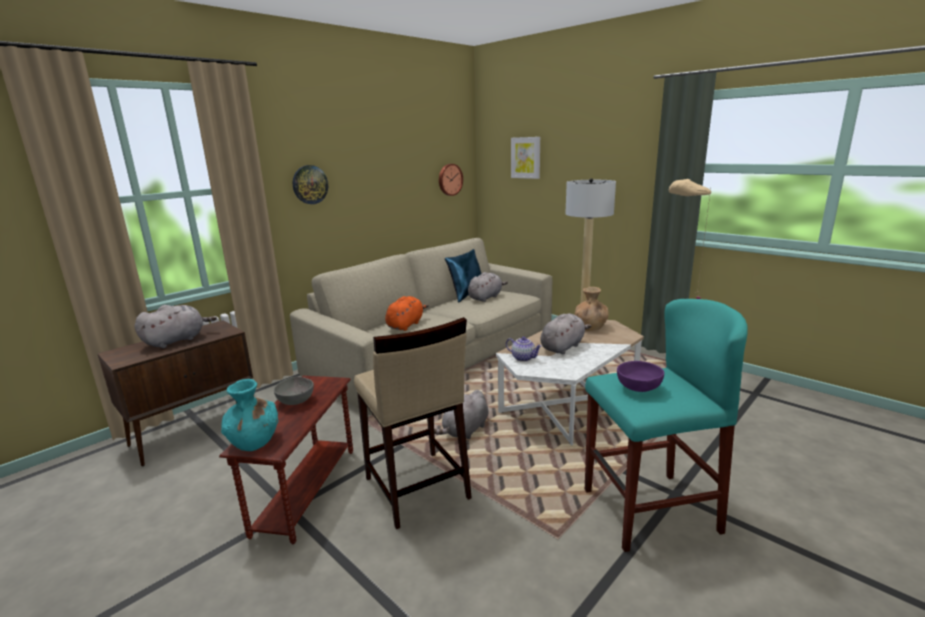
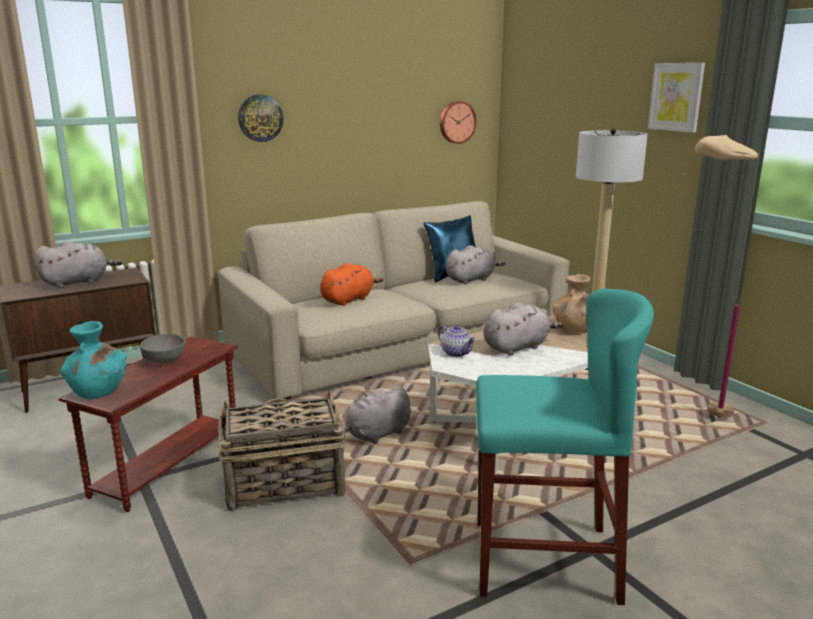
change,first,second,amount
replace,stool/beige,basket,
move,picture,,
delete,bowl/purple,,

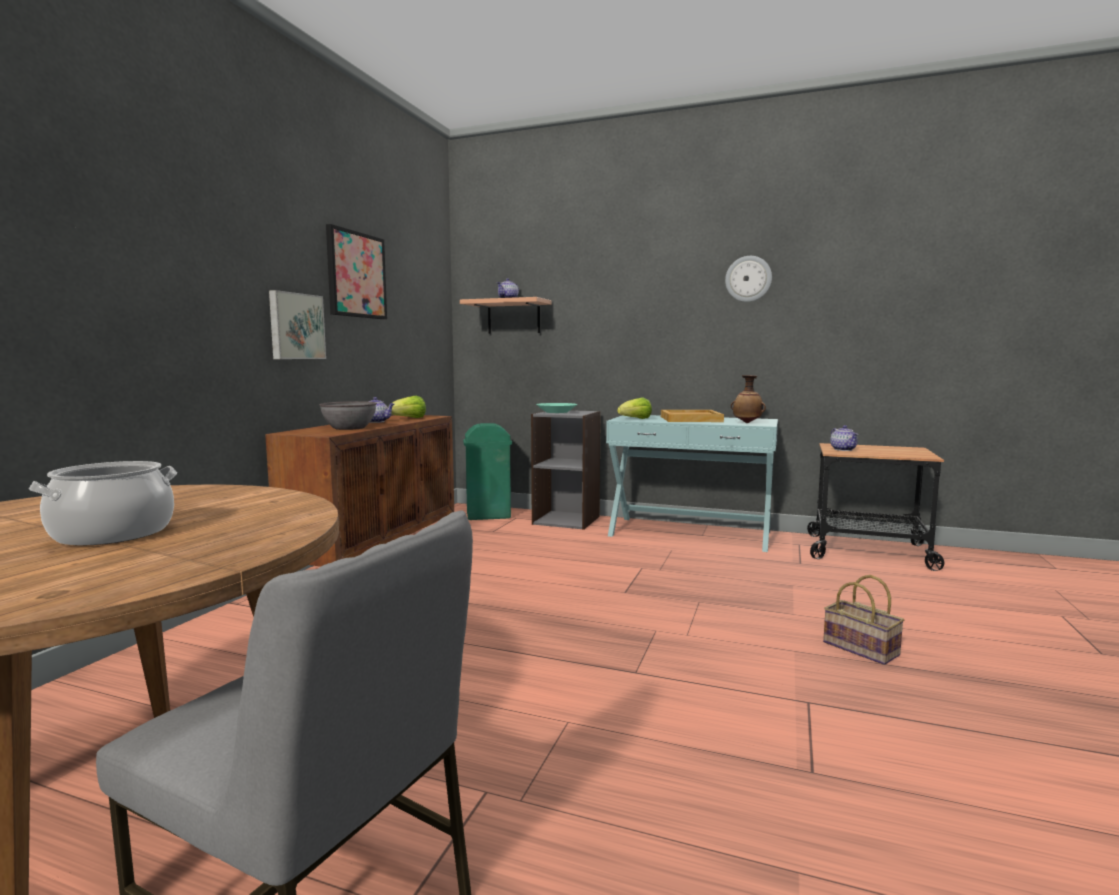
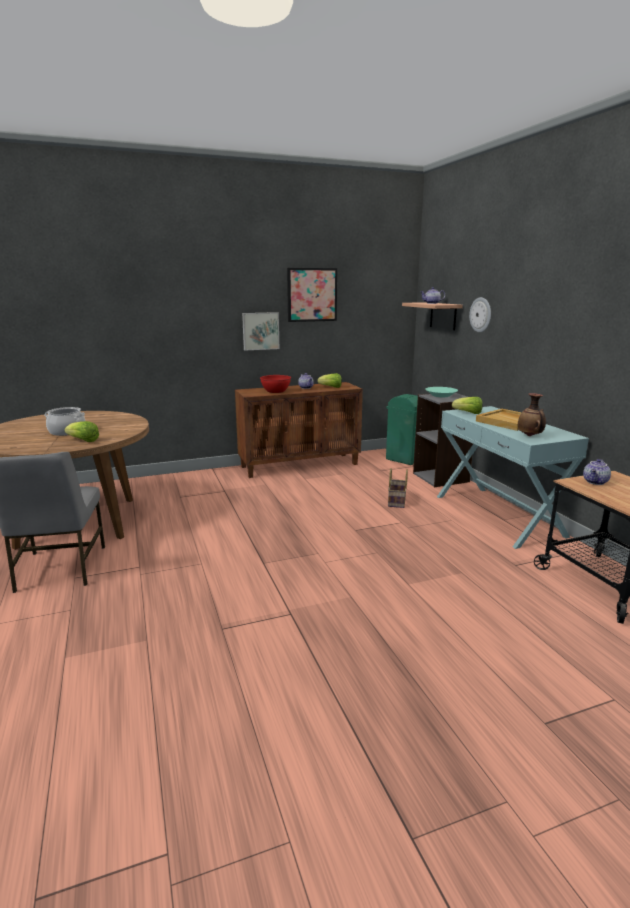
change,first,second,amount
insert,,lettuce (1st from left),
recolor,bowl/grey,bowl/red,
move,basket,,
move,wall clock,,

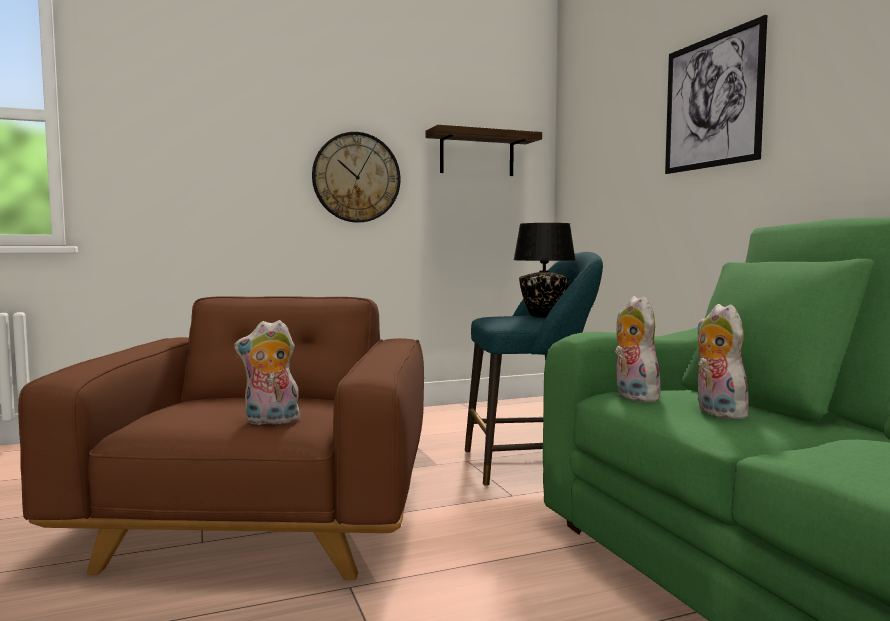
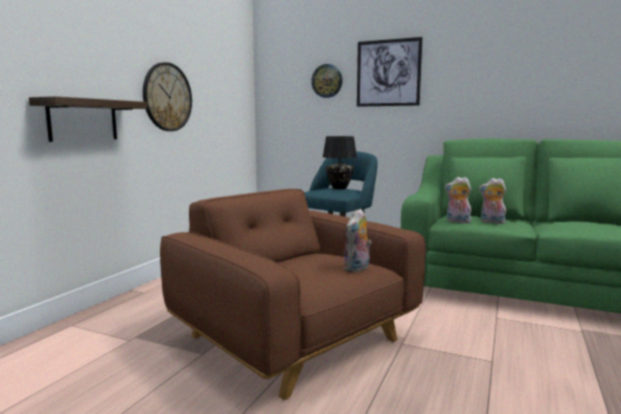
change,first,second,amount
move,shelf,,
insert,,wall clock (2nd from left),

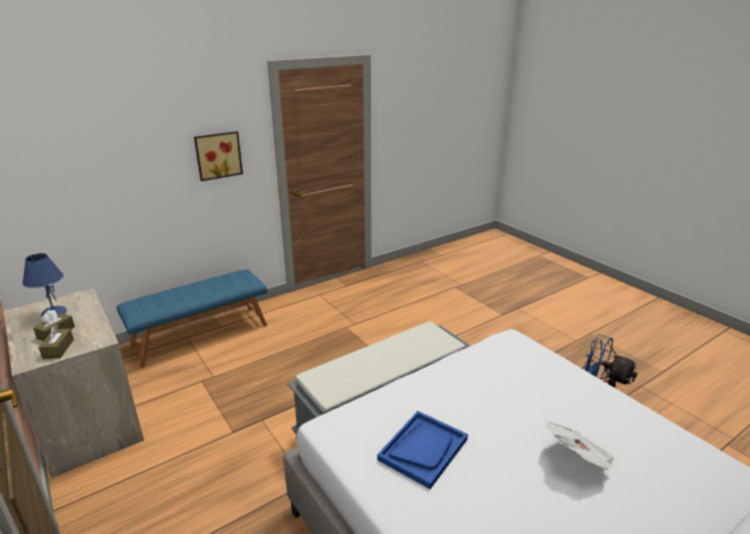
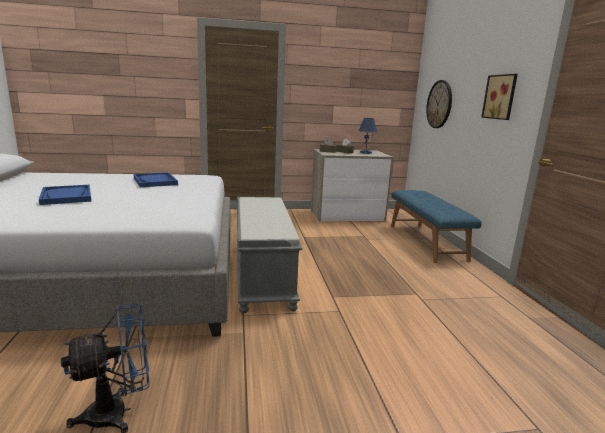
change,first,second,amount
replace,newspaper,tray/blue (1st from left),
insert,,wall clock,

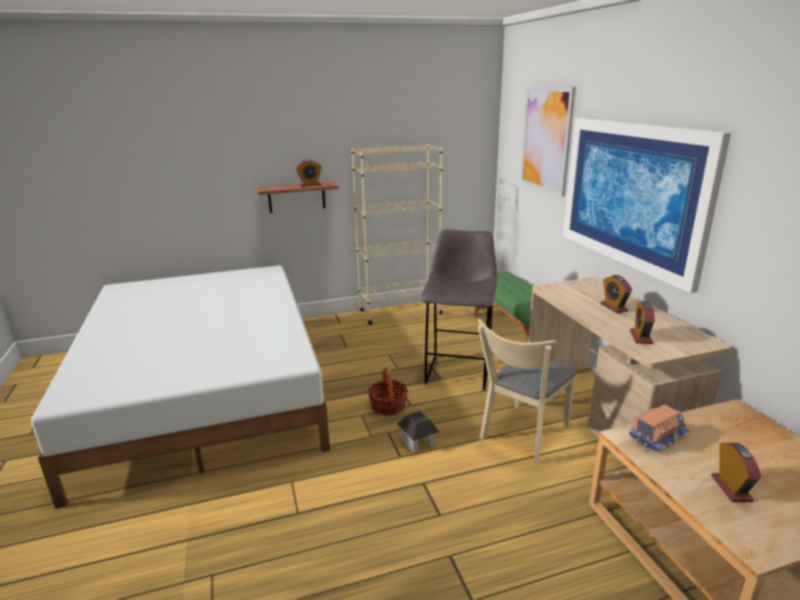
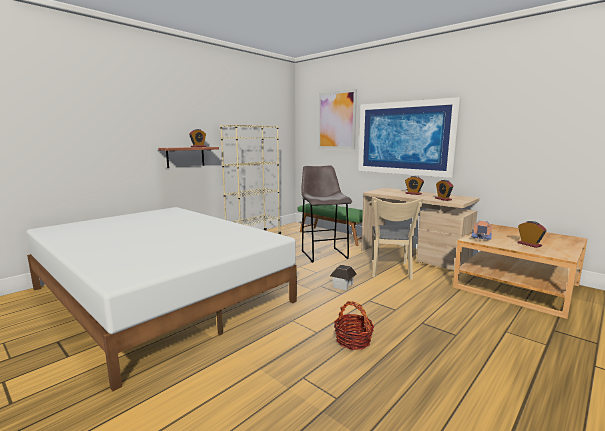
change,first,second,amount
move,basket,,

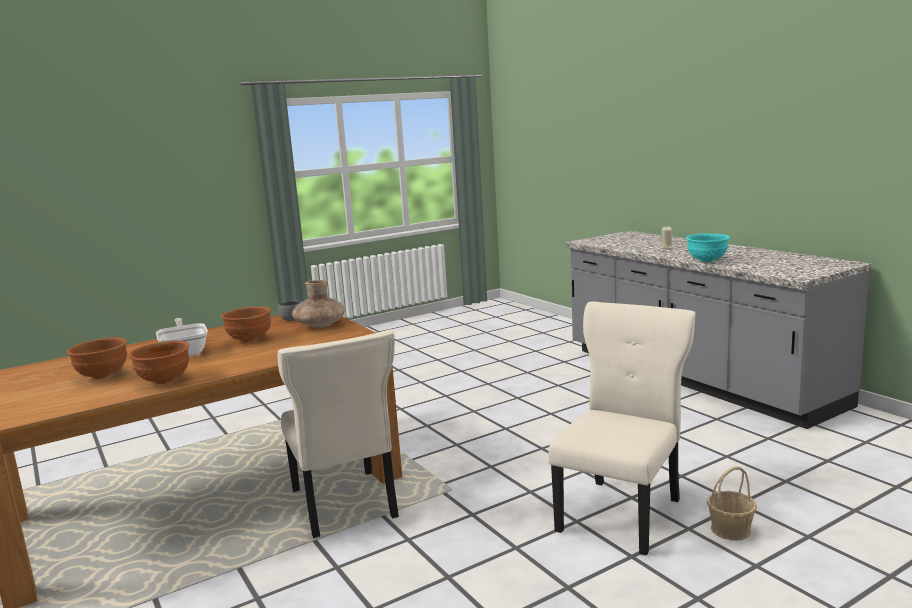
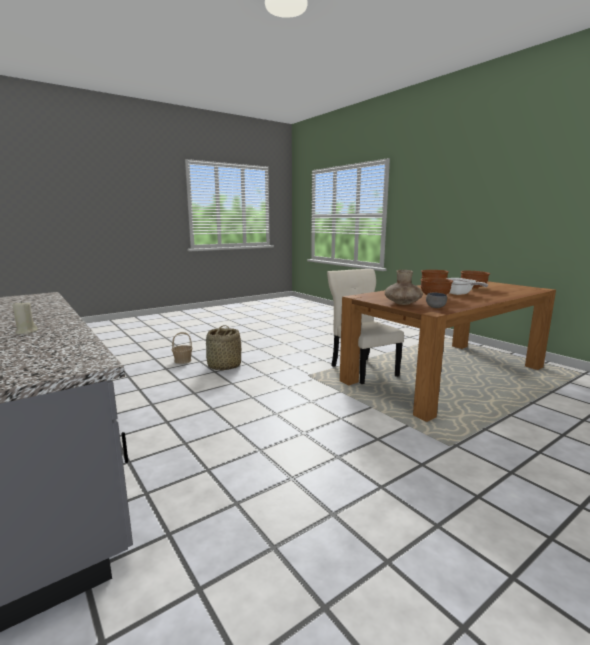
change,first,second,amount
replace,chair/beige (2nd from left),basket (2nd from left),
delete,bowl/turquoise,,

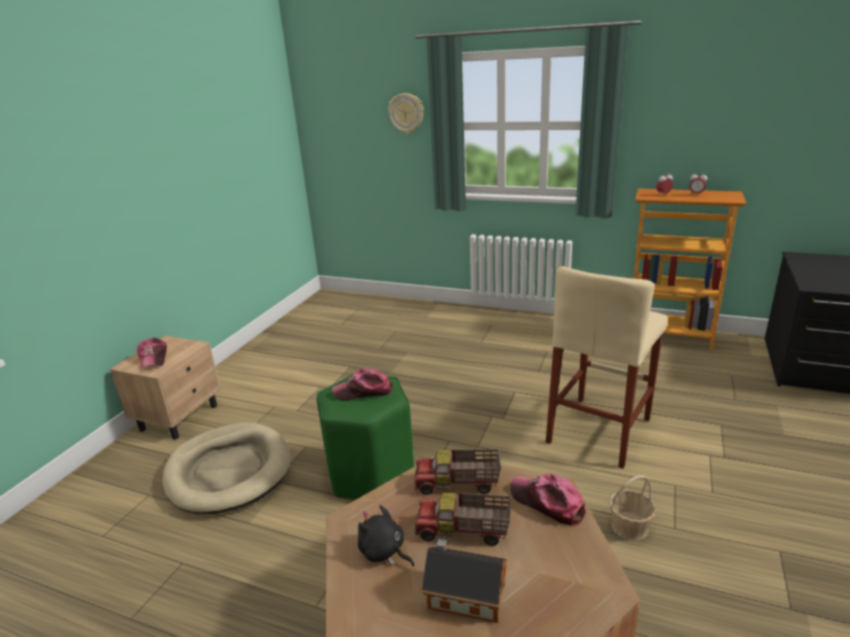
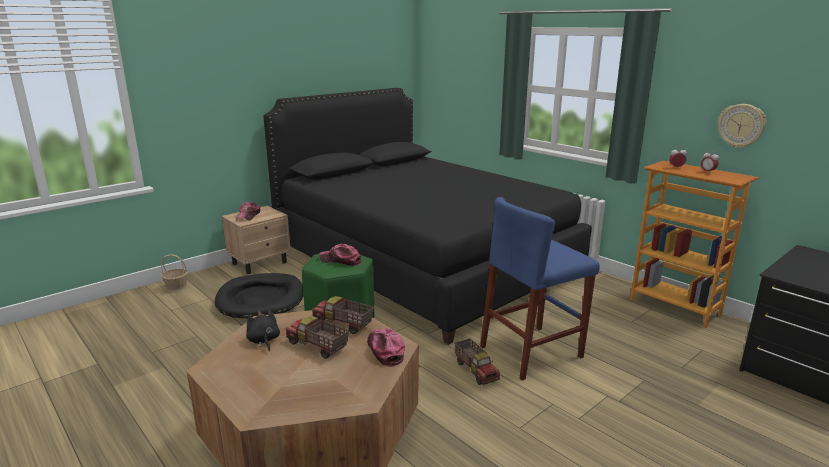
change,first,second,amount
move,basket,,
recolor,dog bed/beige,dog bed/black,
insert,,bed/black,
insert,,toy truck (3rd from left),
recolor,stool/beige,stool/blue,
move,wall clock,,
delete,toy house,,

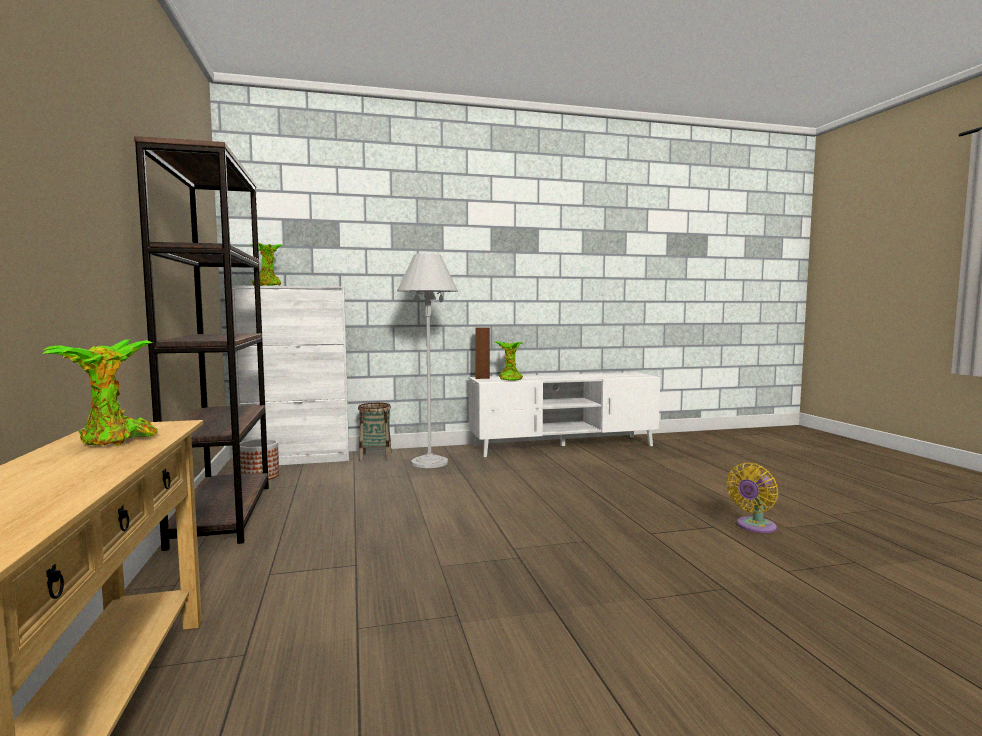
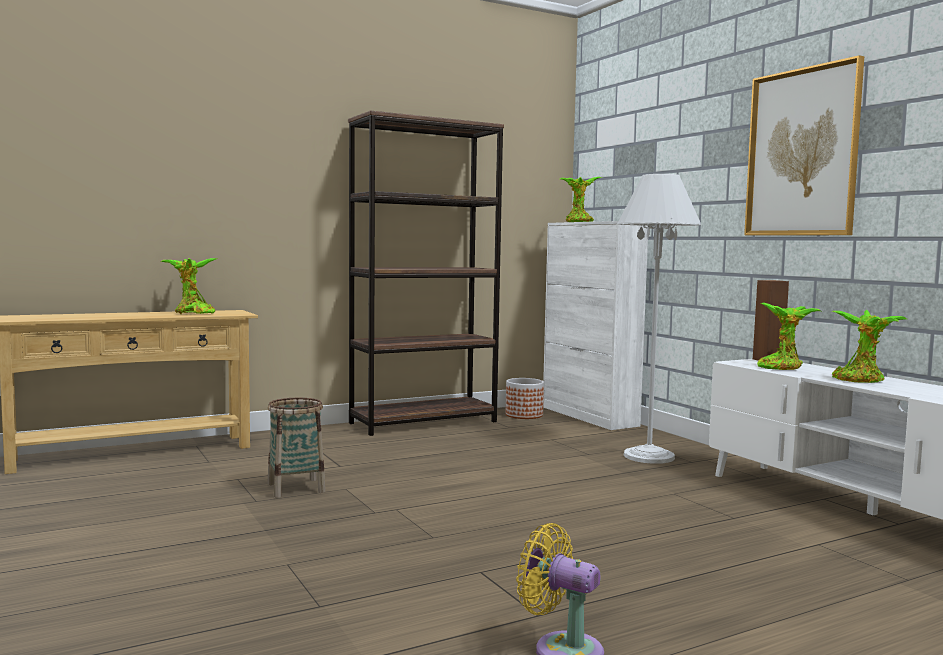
change,first,second,amount
move,basket,,
insert,,picture,
insert,,potted plant (4th from left),

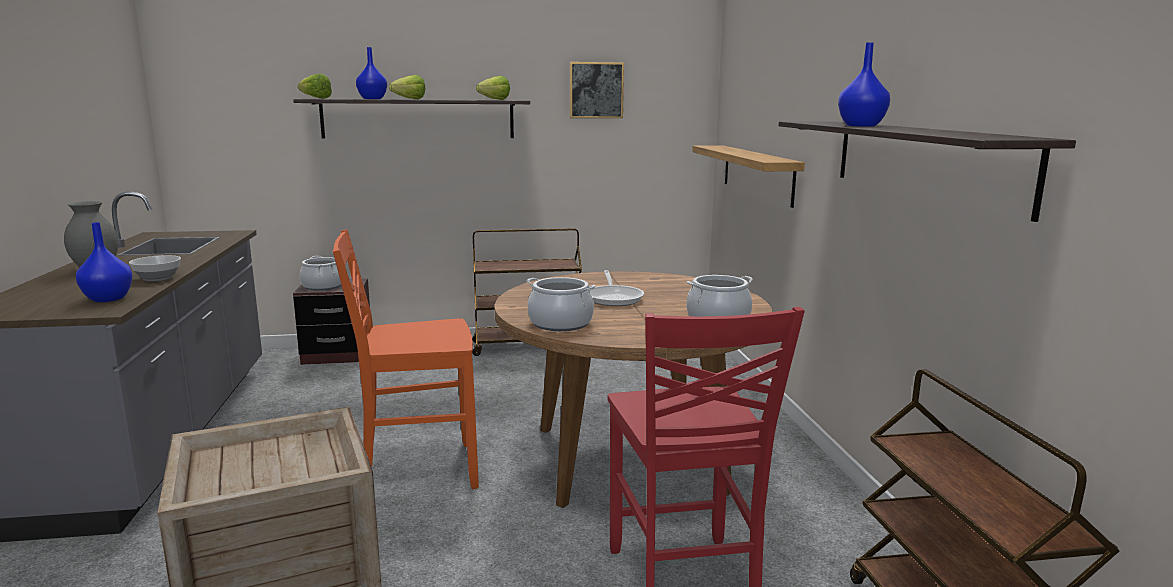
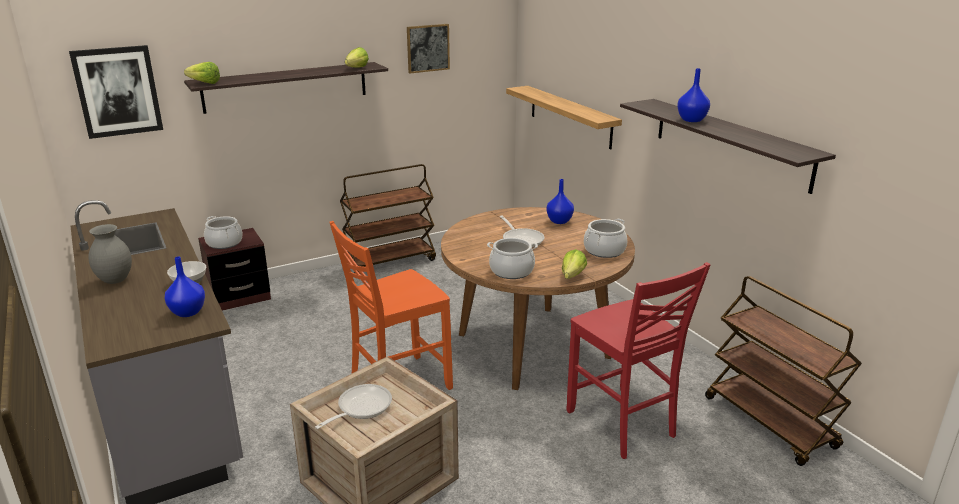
change,first,second,amount
insert,,picture (1st from left),
insert,,frying pan (1st from left),
move,vase/blue (2nd from left),,
move,lettuce (2nd from left in the first image),lettuce (3rd from left),

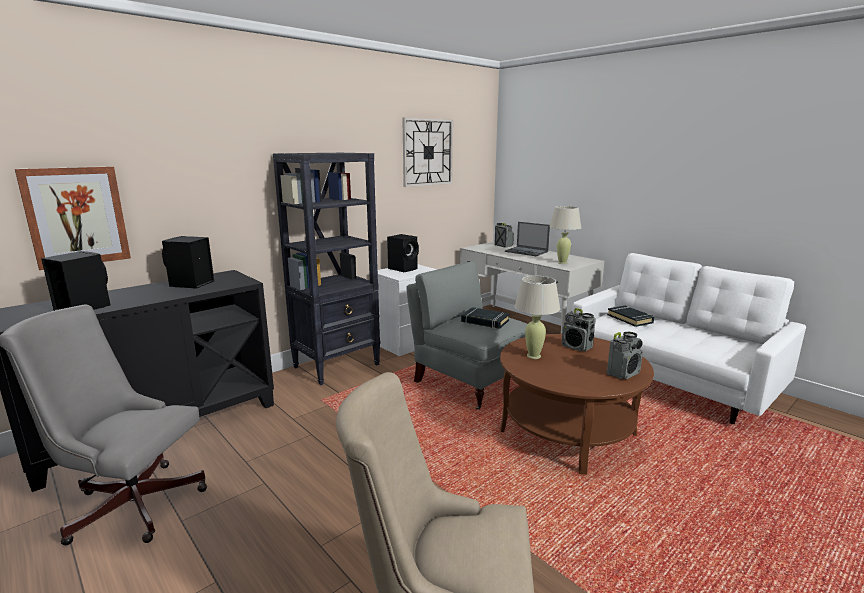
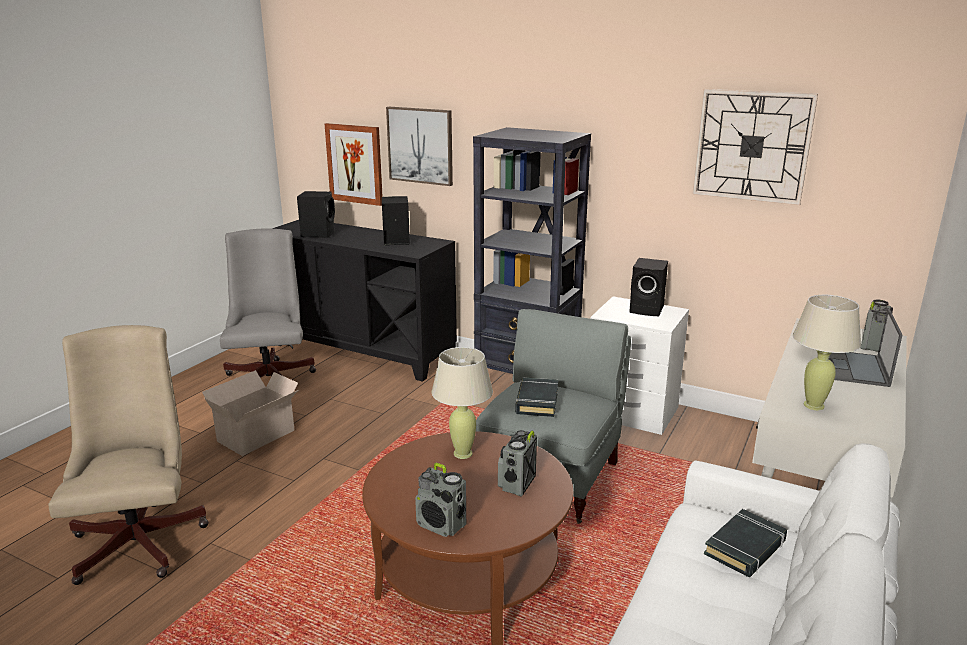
change,first,second,amount
insert,,cardboard box,
insert,,picture (2nd from left),

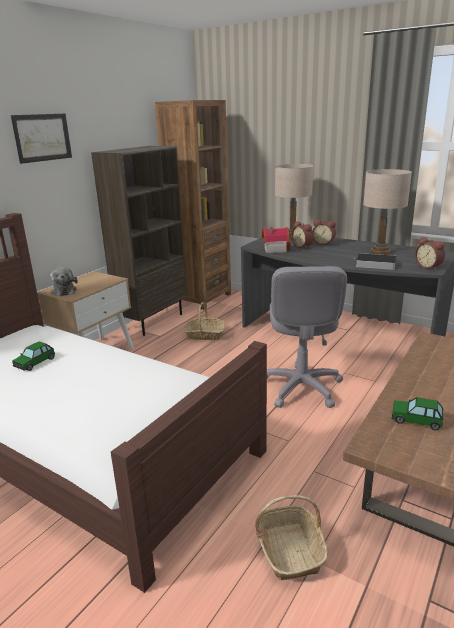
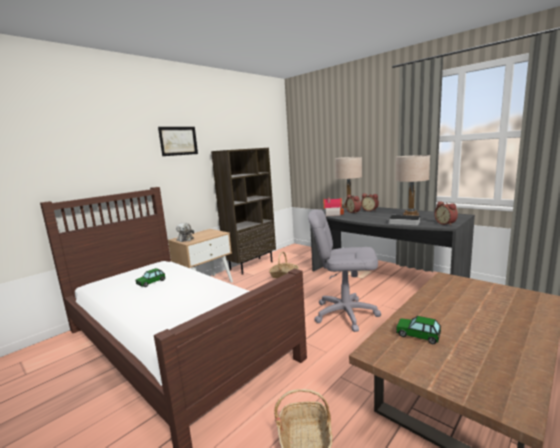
change,first,second,amount
rotate,office chair/grey,,90 degrees clockwise
delete,bookcase/brown (2nd from left),,

